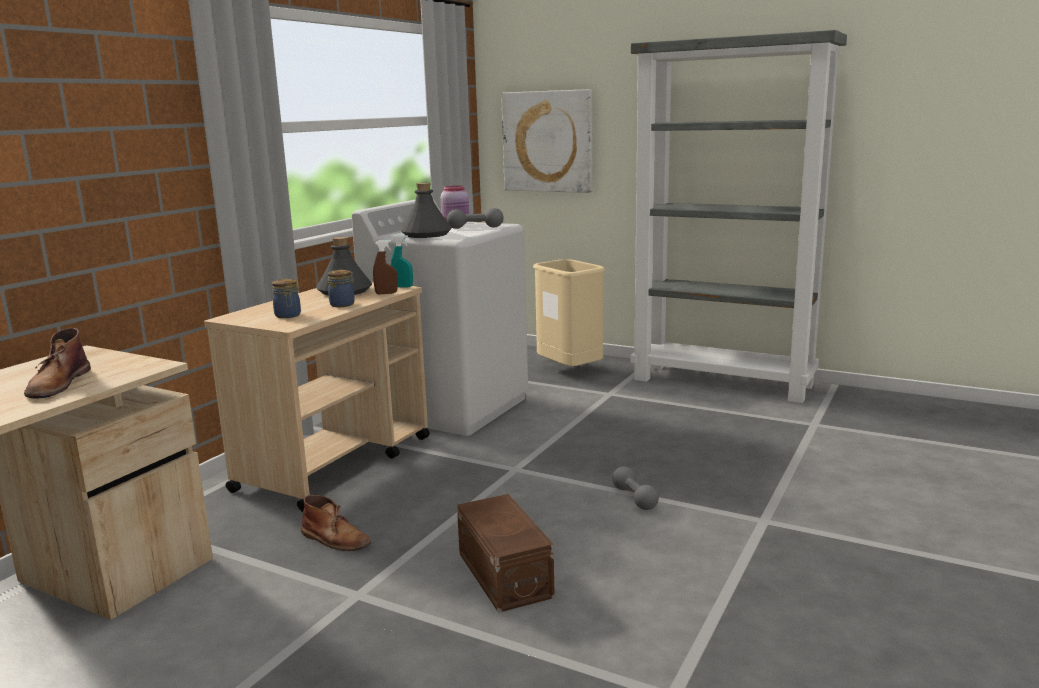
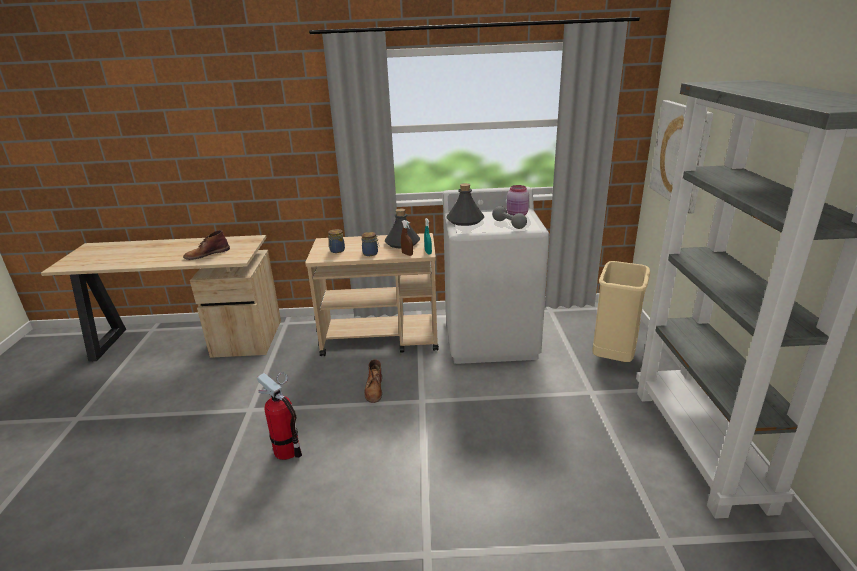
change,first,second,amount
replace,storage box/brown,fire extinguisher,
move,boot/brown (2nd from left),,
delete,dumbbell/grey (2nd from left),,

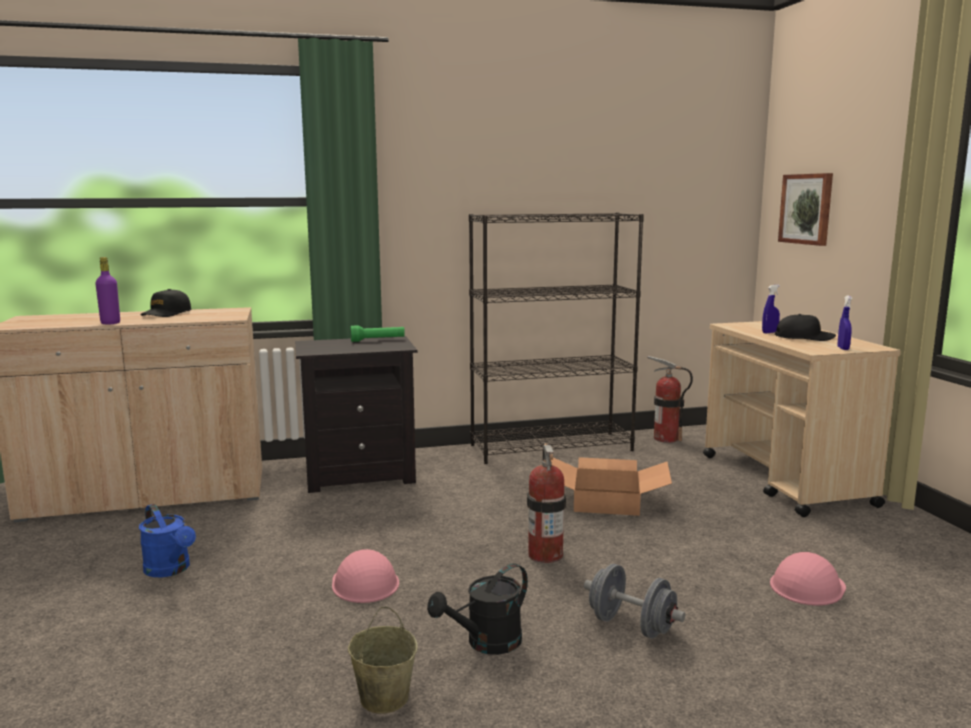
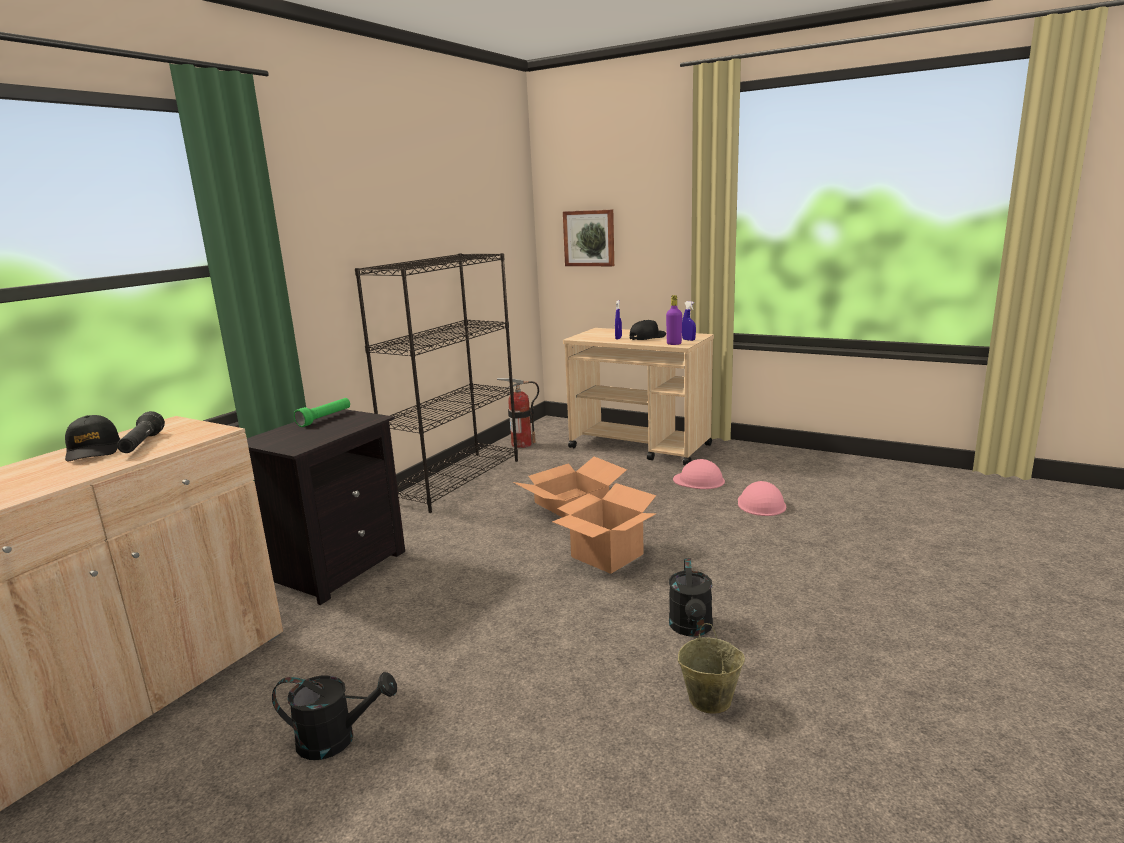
change,first,second,amount
insert,,flashlight/black,
recolor,watering can/blue,watering can/black (1st from left),
replace,fire extinguisher (1st from left),cardboard box (2nd from left),
move,bottle/purple,,
move,hard hat/pink (1st from left),,
delete,dumbbell/grey,,

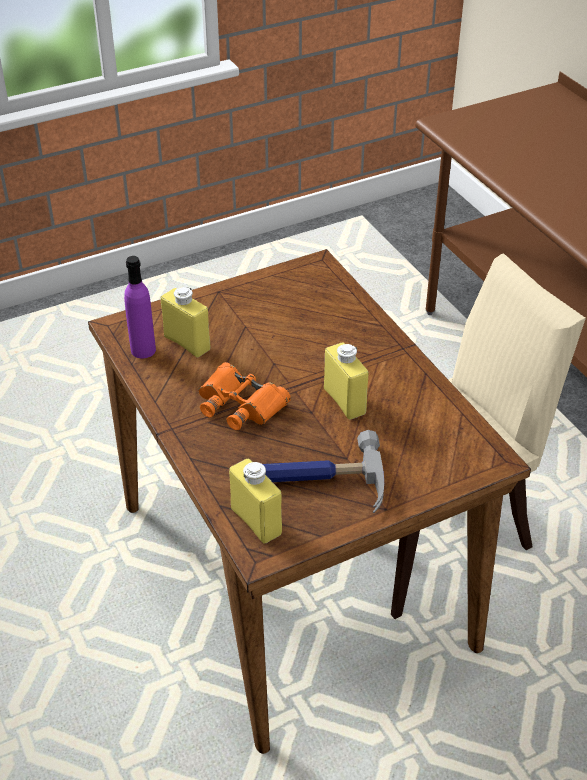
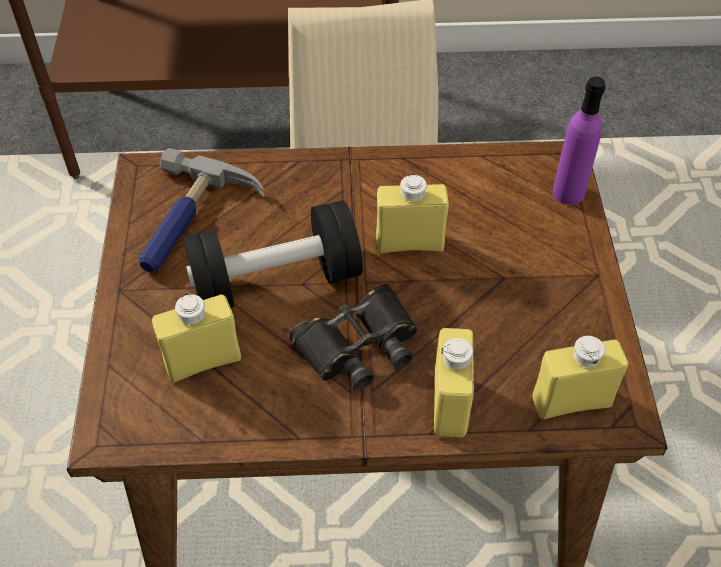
change,first,second,amount
move,hammer,,
insert,,dumbbell/black,
recolor,binoculars/orange,binoculars/black,
insert,,bottle/yellow (3rd from left),
move,bottle/purple,,

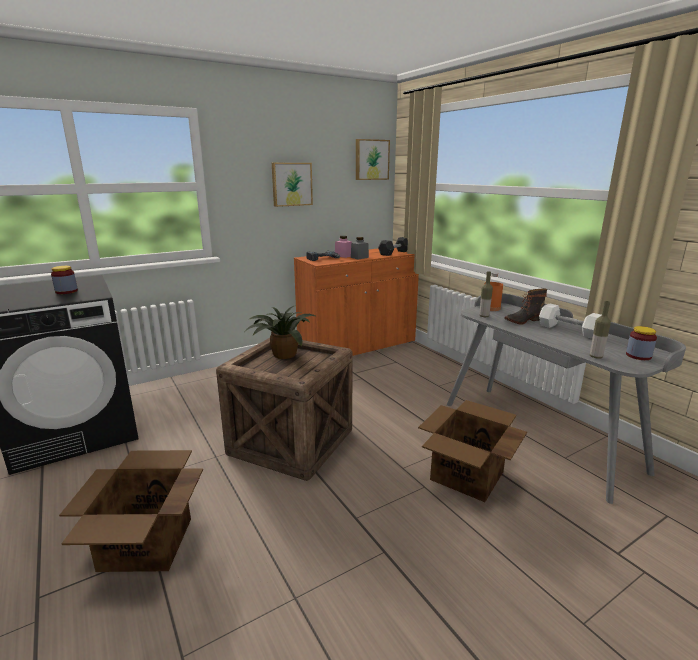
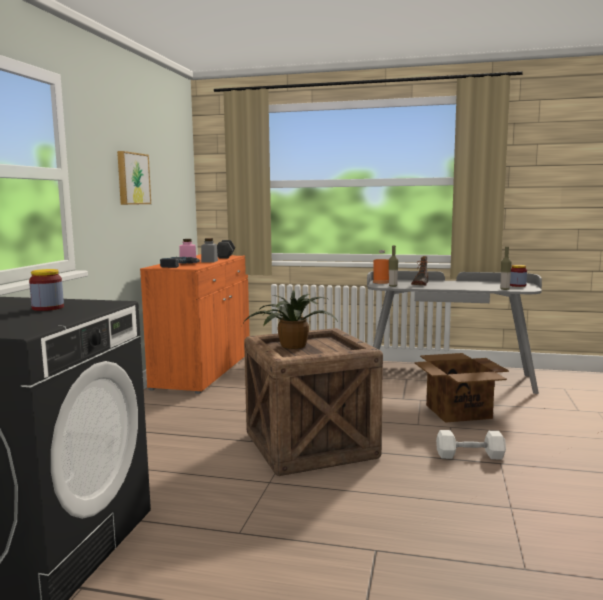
change,first,second,amount
move,dumbbell/white,,
delete,cardboard box (1st from left),,
delete,picture (2nd from left),,

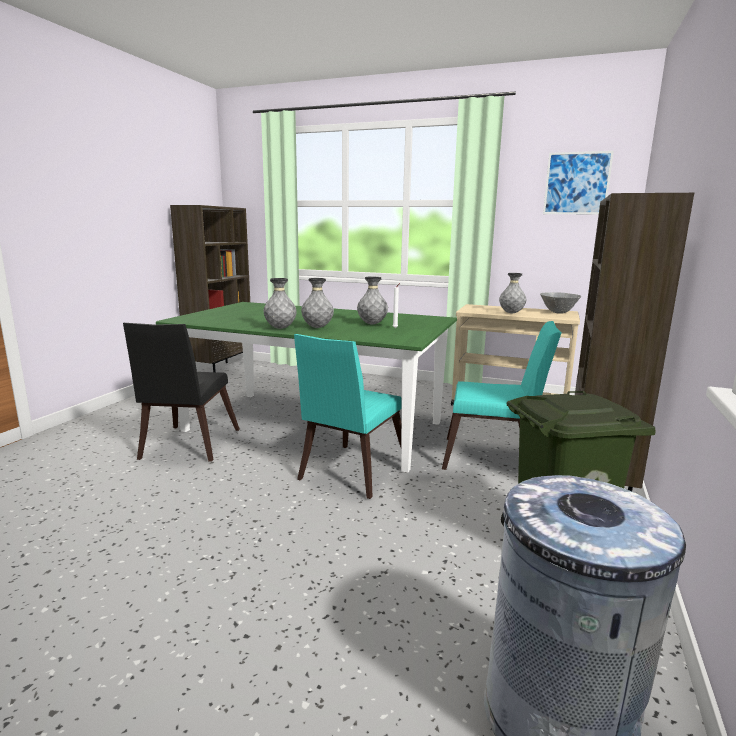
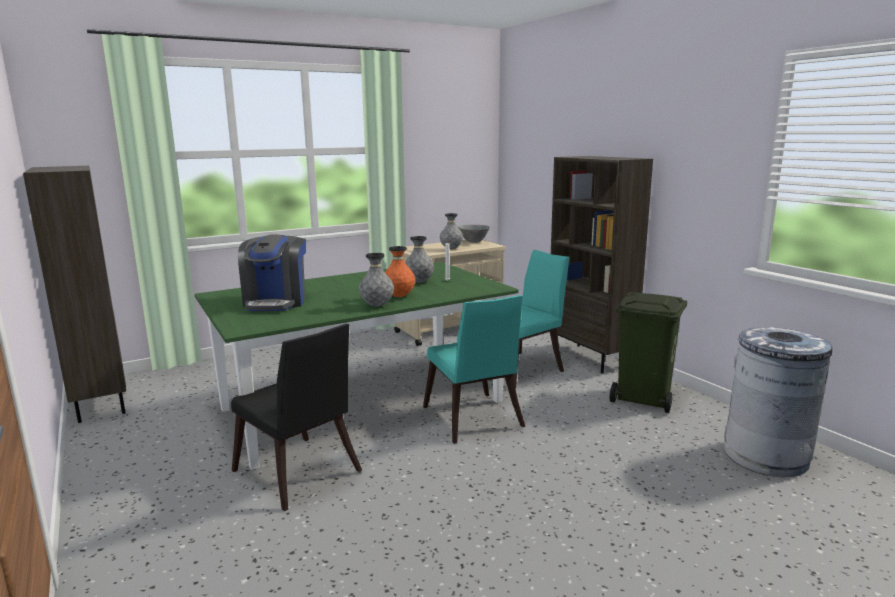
change,first,second,amount
insert,,coffee machine,
recolor,vase/grey (2nd from left),vase/orange,
delete,picture,,

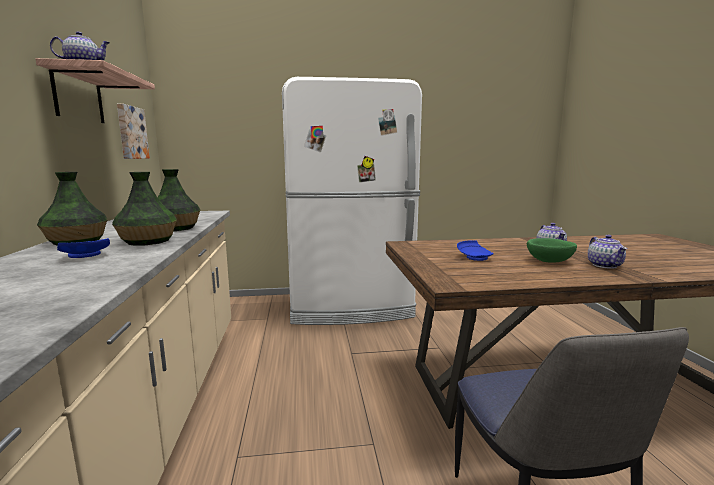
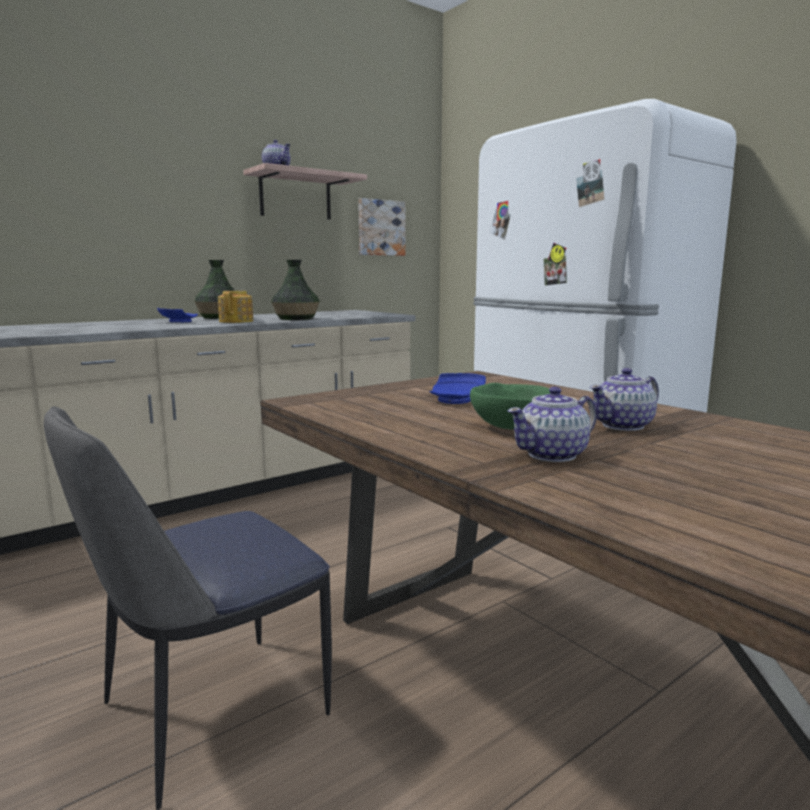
change,first,second,amount
replace,vase (2nd from left),teapot (1st from left),

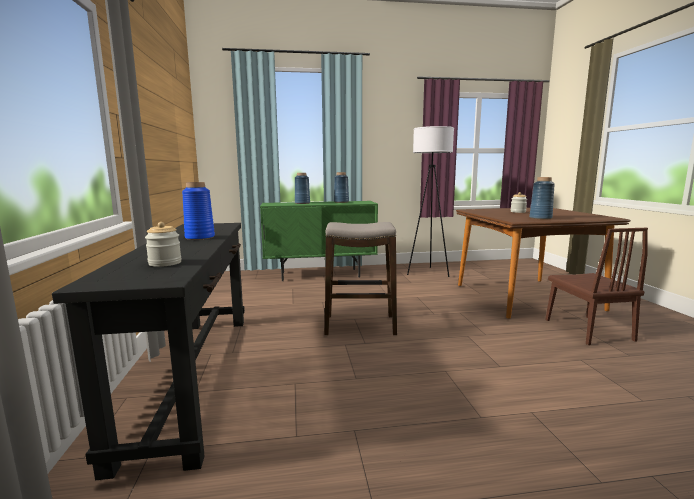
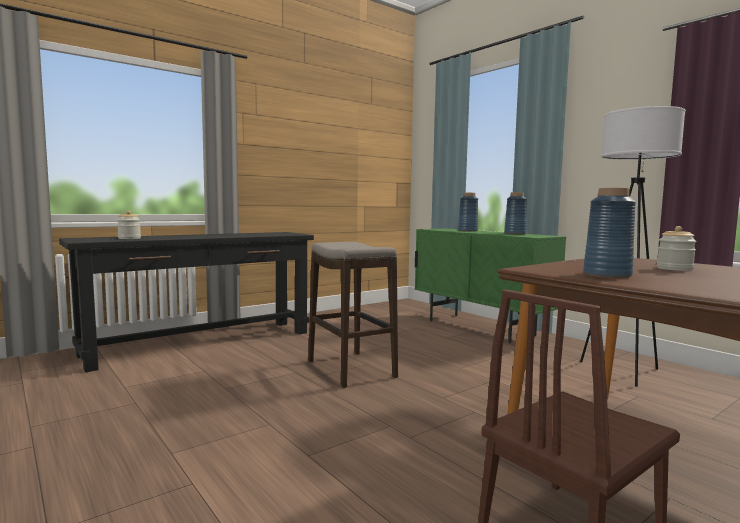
change,first,second,amount
delete,vase/blue (1st from left),,

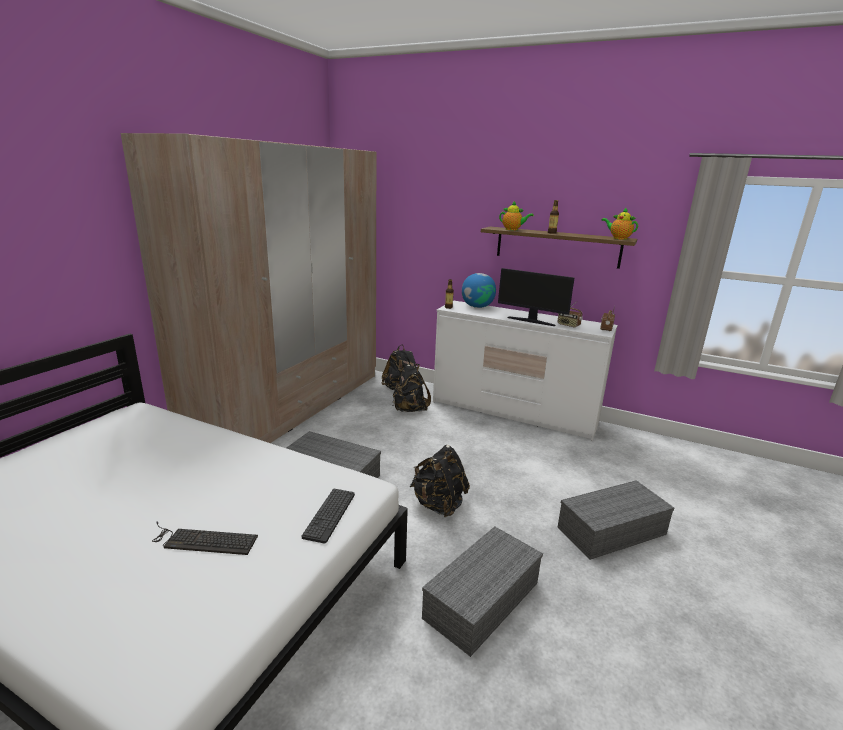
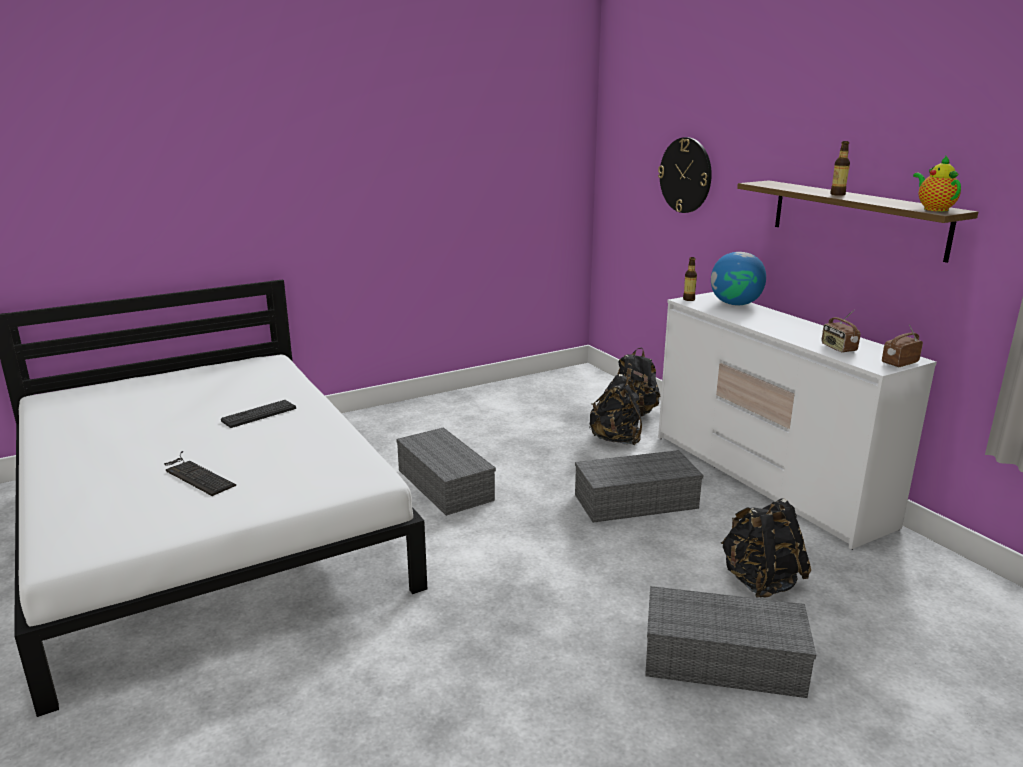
change,first,second,amount
move,keyboard (2nd from left),,
move,storage box/grey (2nd from left),,
insert,,wall clock,
move,backpack/black (3rd from left),,
delete,wardrobe/beige,,
delete,monitor,,
delete,teapot (1st from left),,

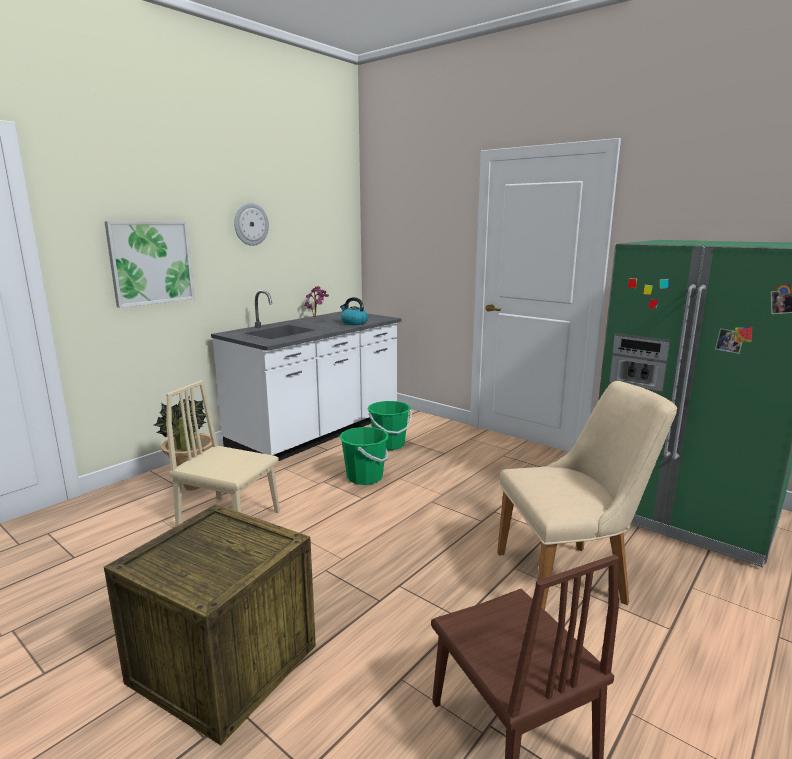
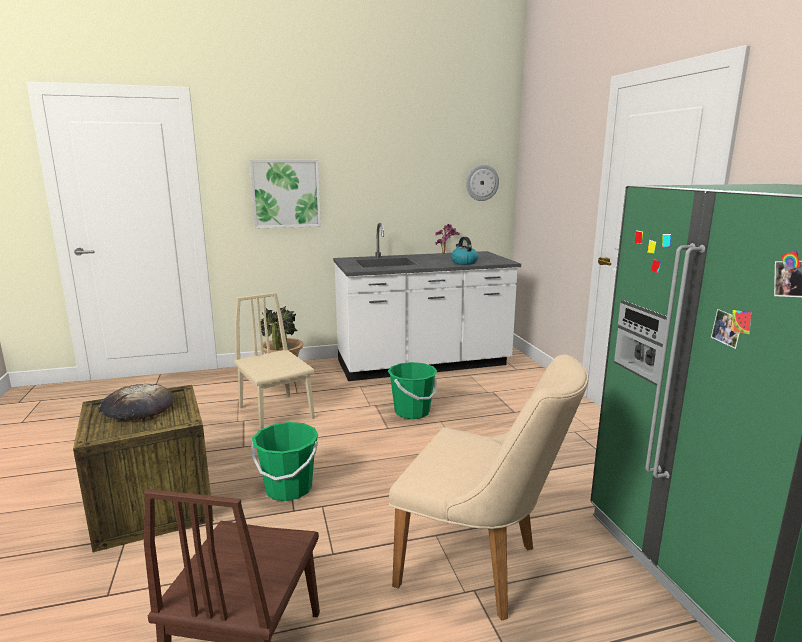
change,first,second,amount
insert,,bread,
move,bucket/green (2nd from left in the first image),bucket/green (1st from left),
move,wall clock,,

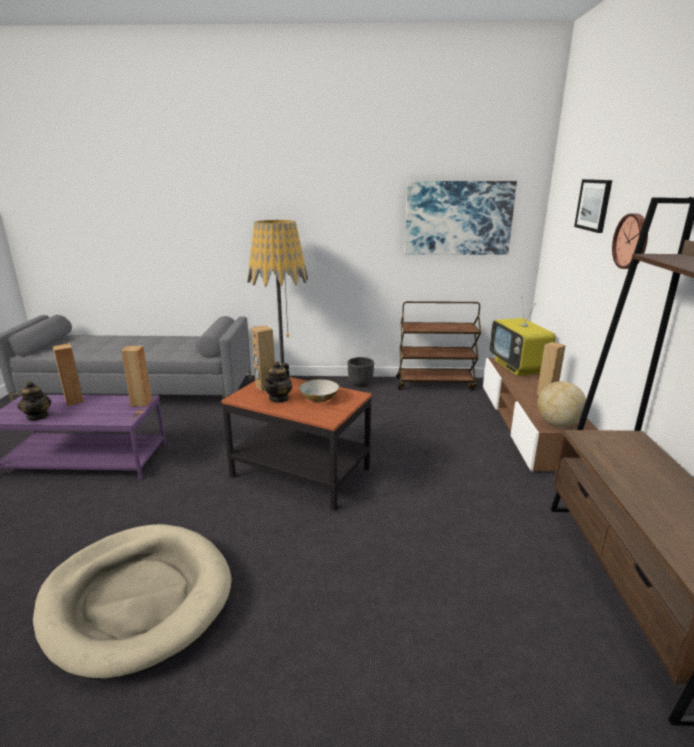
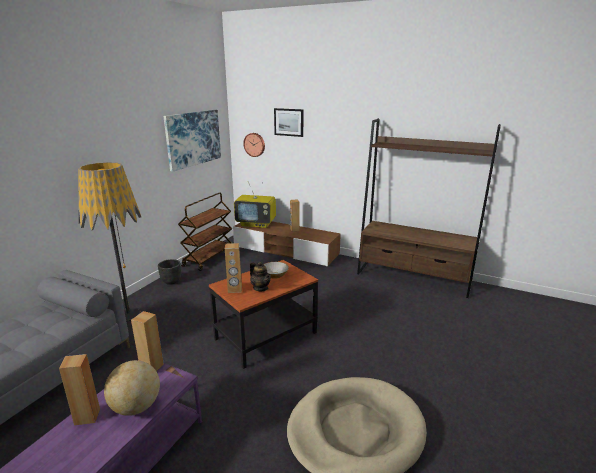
change,first,second,amount
move,globe,,
move,wall clock,,
delete,teapot (1st from left),,

